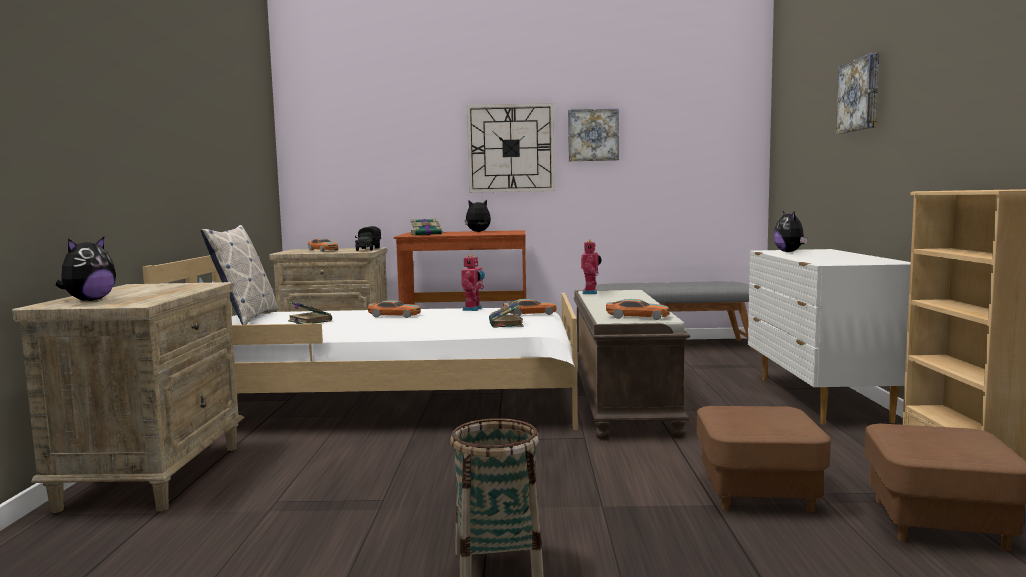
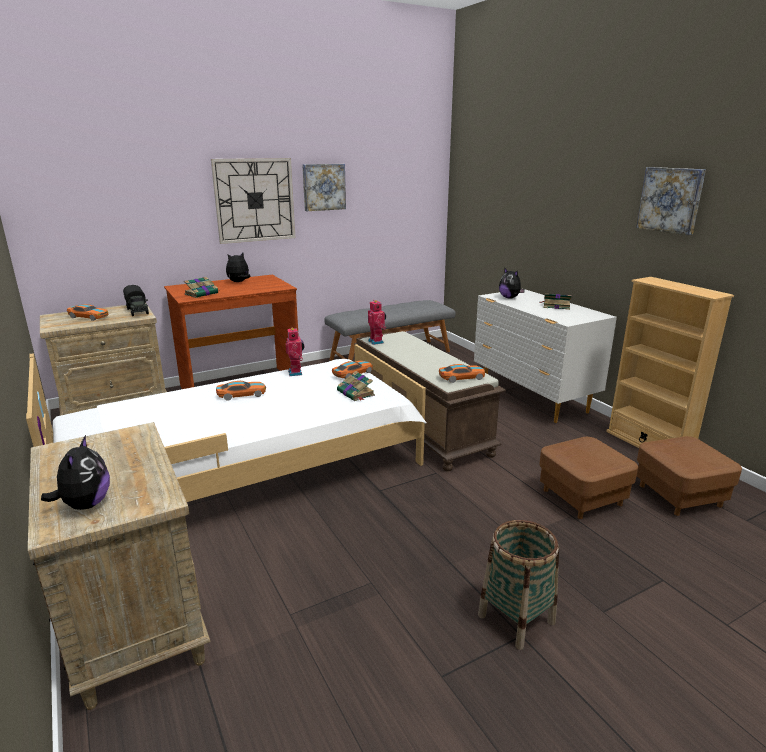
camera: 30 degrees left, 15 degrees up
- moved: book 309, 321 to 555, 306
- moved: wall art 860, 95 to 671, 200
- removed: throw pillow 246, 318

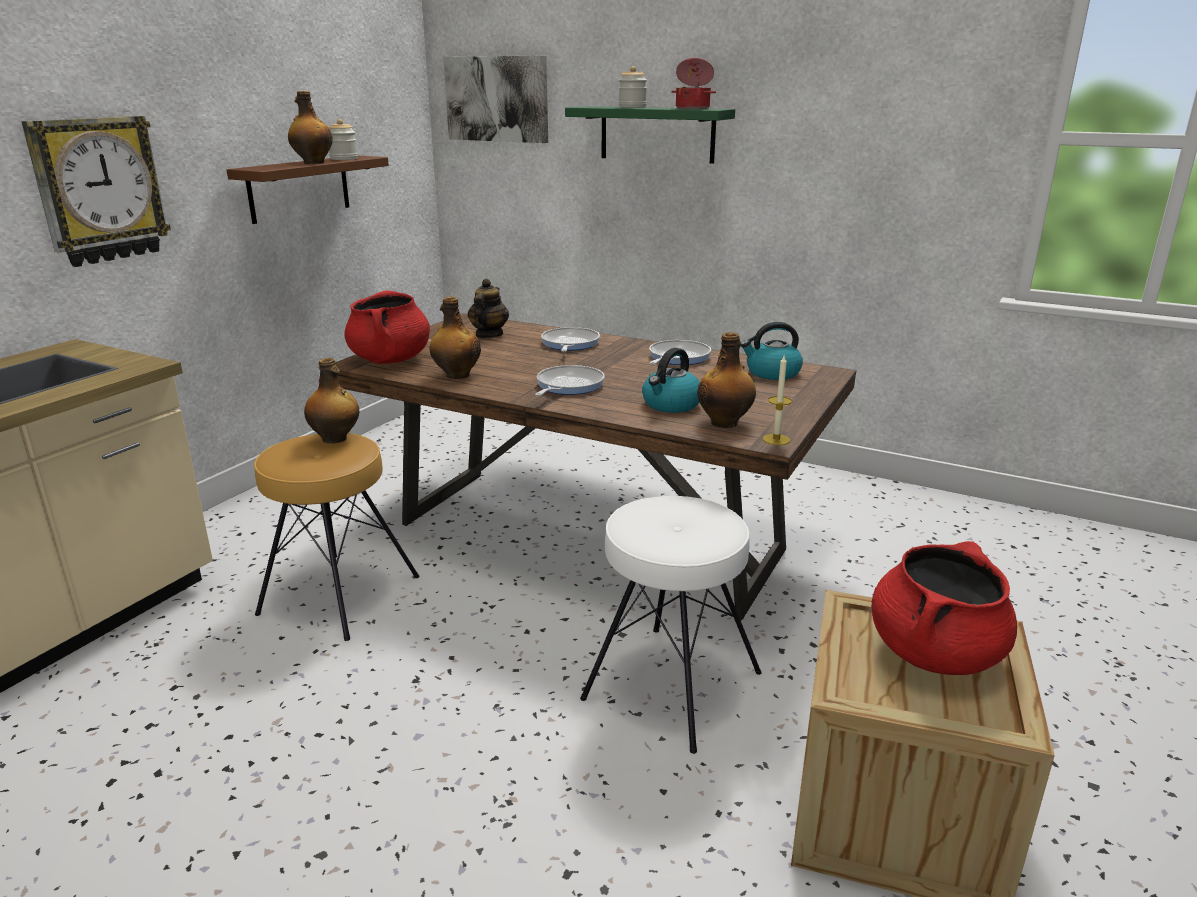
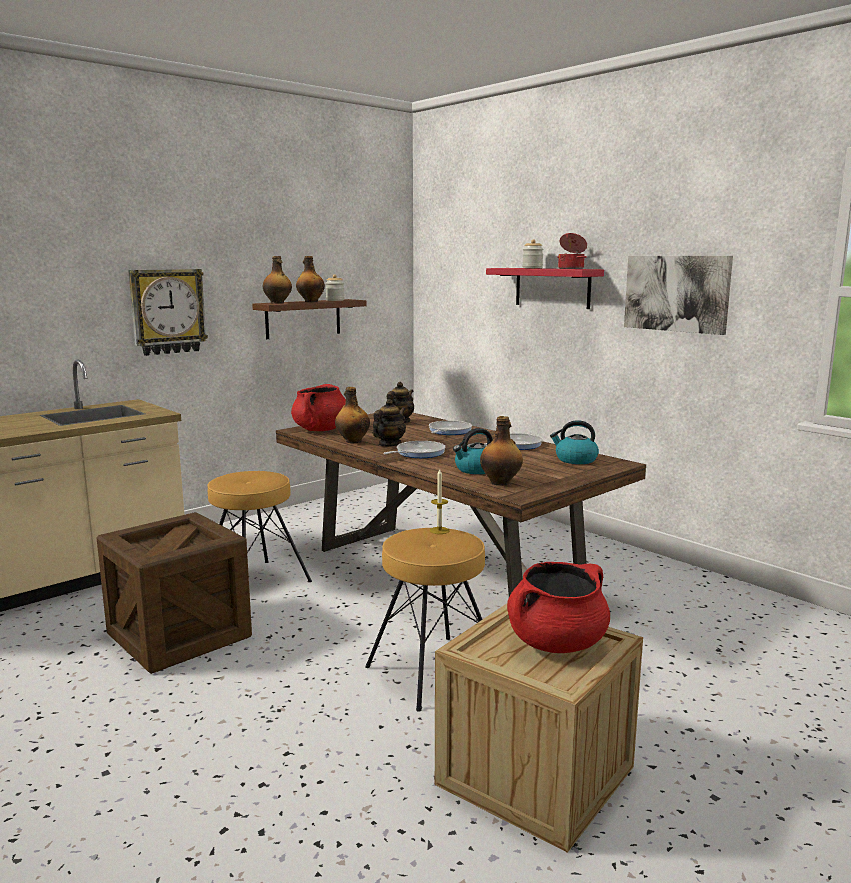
camera: 20 degrees right, 10 degrees down
- added: shipping crate 179, 635
- moved: bottle 335, 439 to 277, 303
- recoloured: stool seat/whitish 671, 685 to stool seat/brownish 433, 671
- added: pot for tea 389, 444
- moved: candle 776, 439 to 439, 530
- recoloured: bracket shelf/green-coloured 657, 134 to bracket shelf/red 552, 287
- moved: wall art 497, 99 to 676, 293

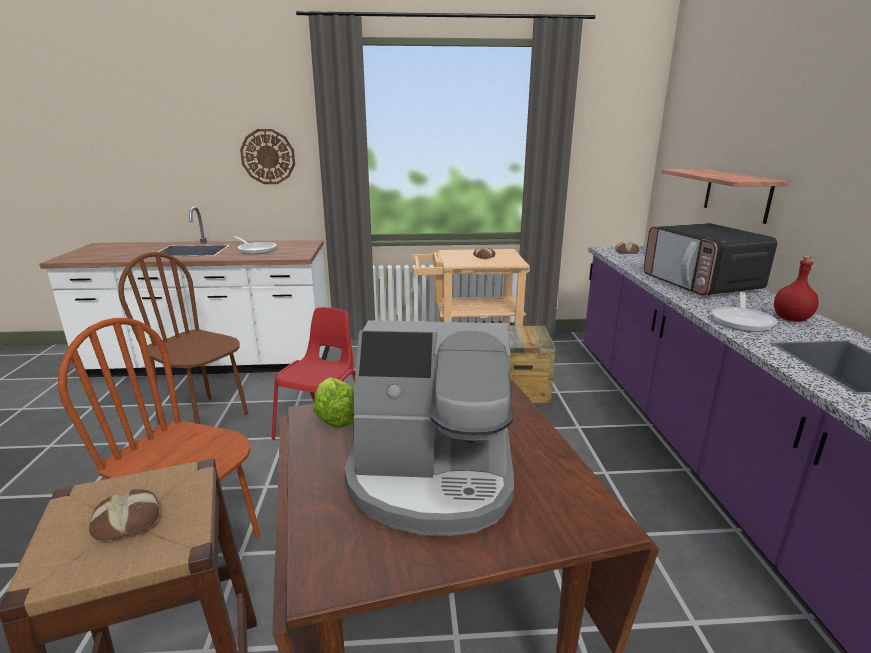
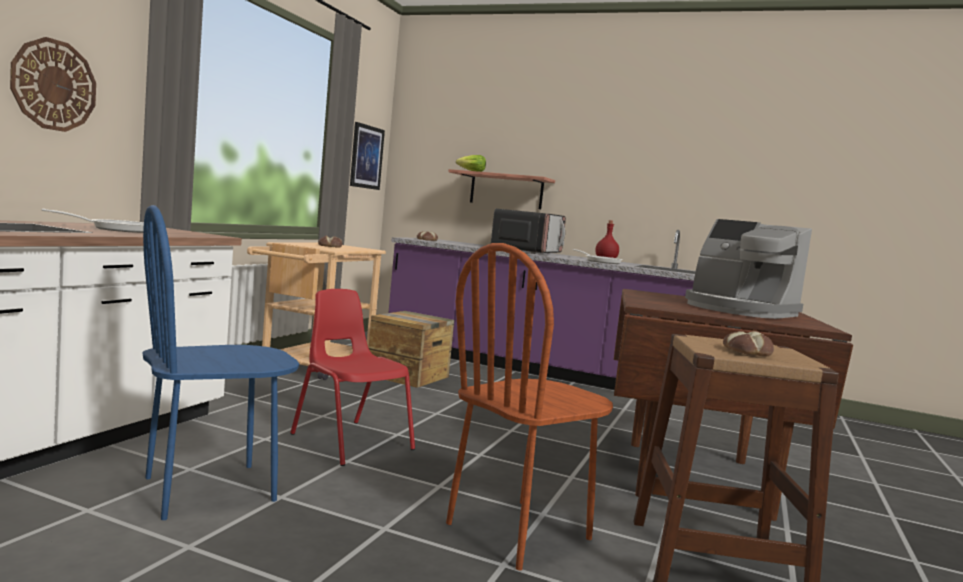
camera: 65 degrees left, 15 degrees down
- recoloured: plain chair/brownish 204, 418 to plain chair/bluish 210, 489
- added: wall art 366, 157
- moved: lettuce head 335, 417 to 471, 171
- turned: kitchen microwave 701, 284 = 527, 251 75 degrees counterclockwise
- turned: coffee maker 432, 478 = 738, 310 105 degrees clockwise

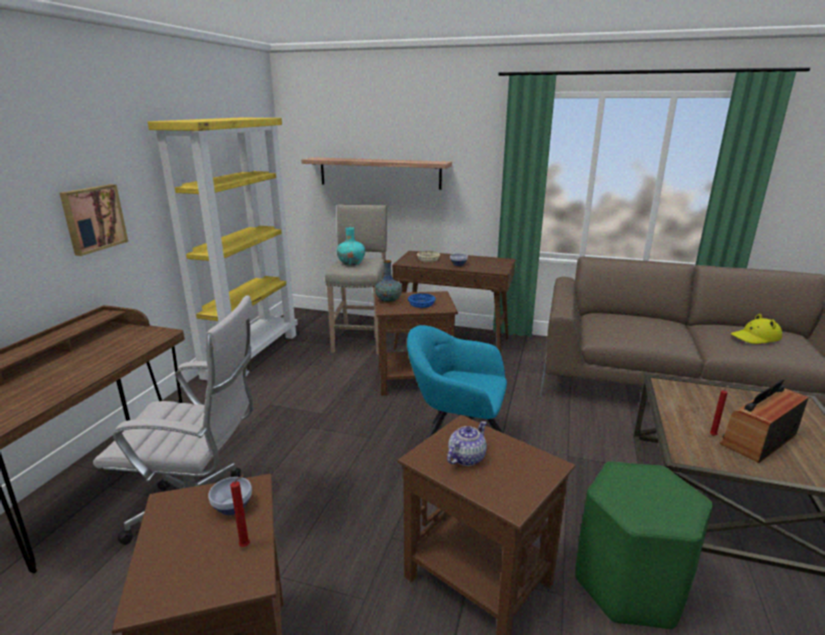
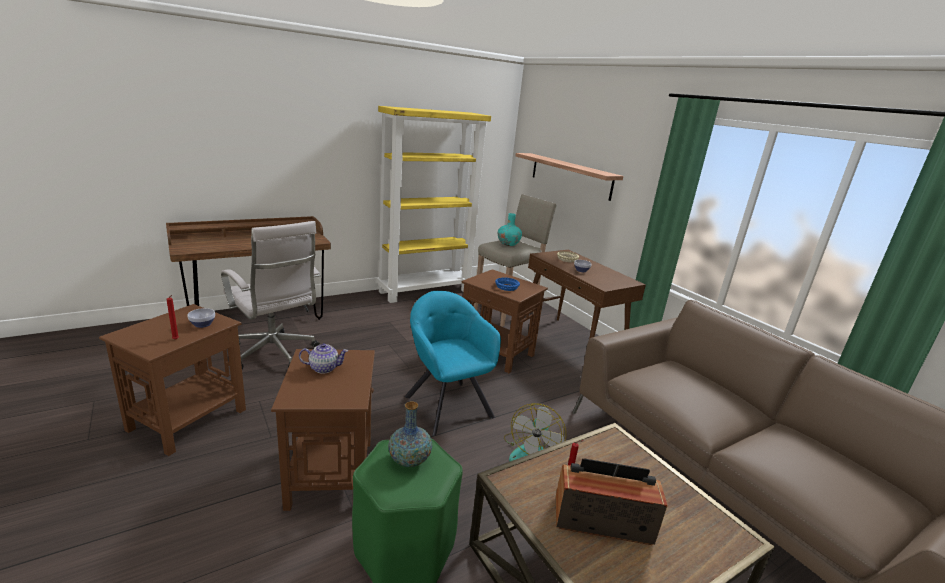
camera: 40 degrees right, 0 degrees up
- moved: vase 388, 300 to 409, 459
- added: fan 530, 451
- removed: wall art 93, 218
- removed: hat/yellowish 755, 337

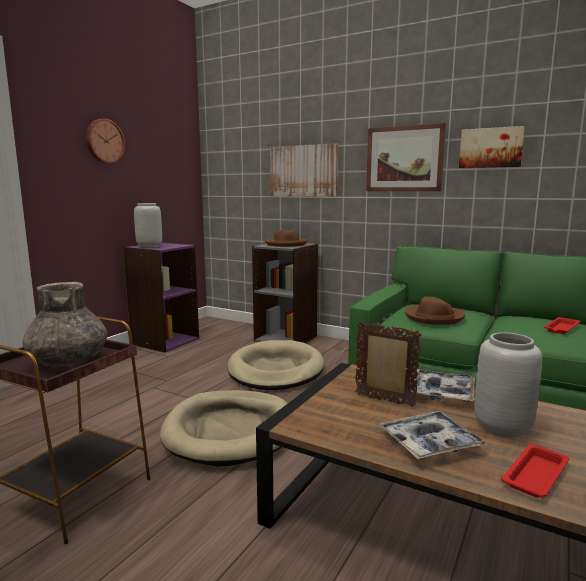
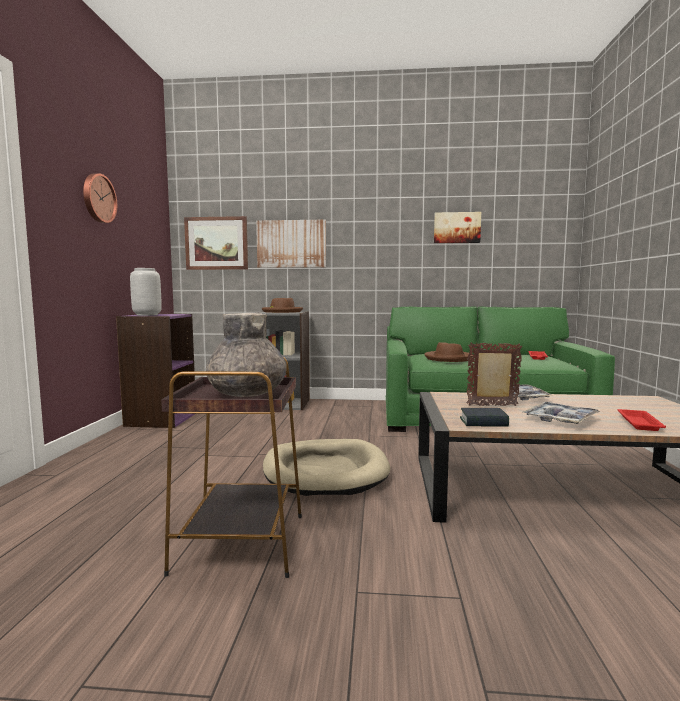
camera: 25 degrees left, 5 degrees down
- moved: wall art 404, 159 to 216, 243
- added: book 483, 422
- removed: dog bed/beige-coloured 275, 370
- removed: vase/greyish 503, 427

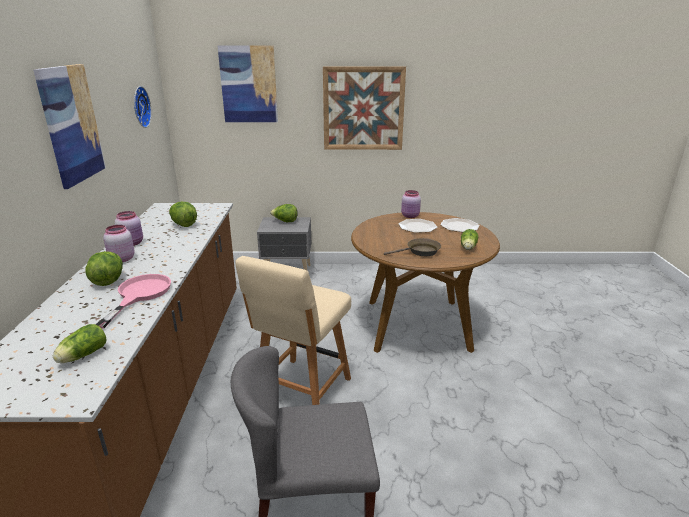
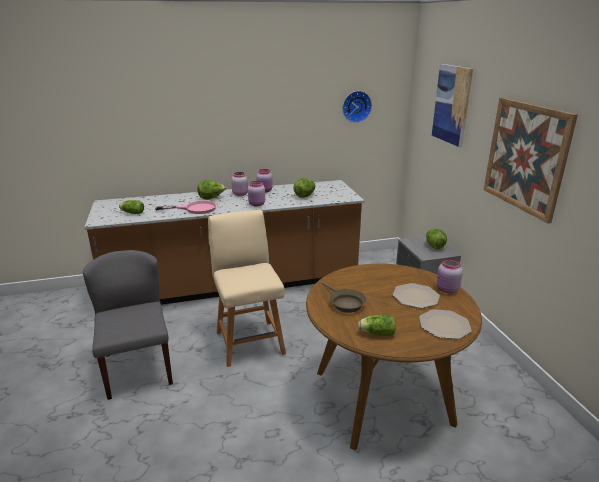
camera: 75 degrees right, 0 degrees up
- turned: plain chair/beige-coloured 302, 391 = 249, 341 60 degrees clockwise
- added: storage jar/pink 257, 204
- removed: wall art 71, 124

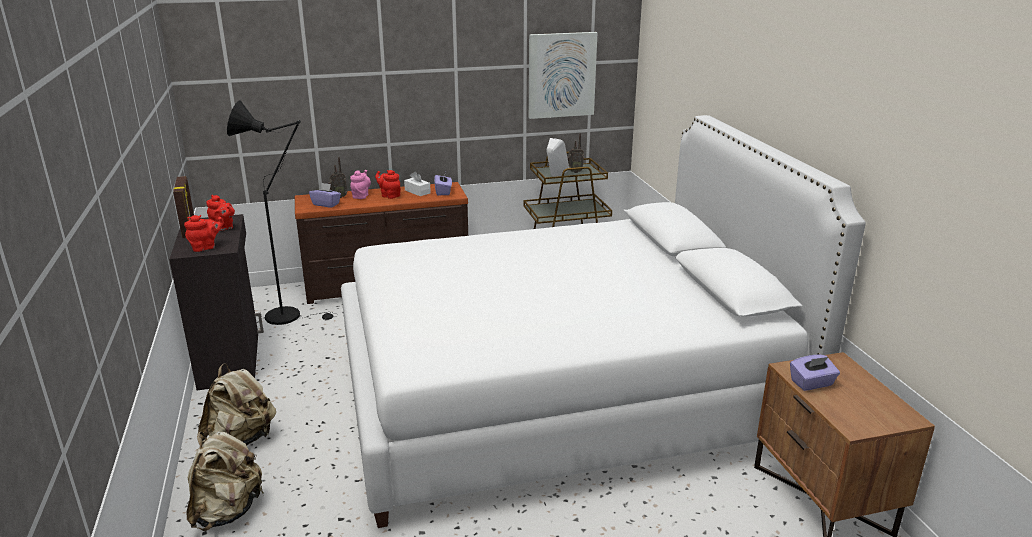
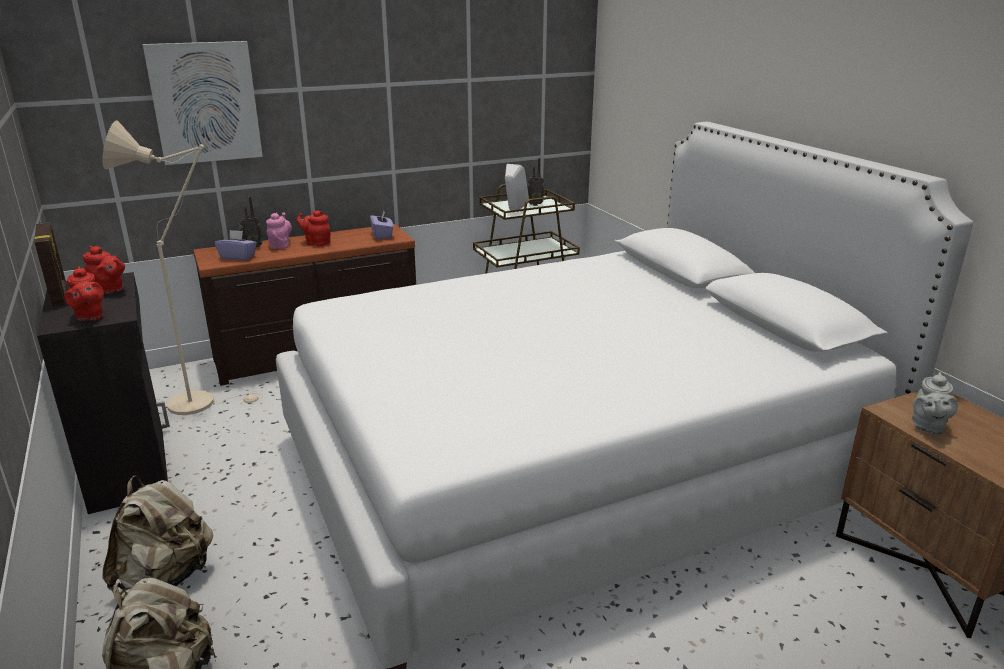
camera: 10 degrees left, 0 degrees up
- turned: pot for tea/red 206, 247 = 89, 316 105 degrees clockwise
- recoloured: standing lamp/black 290, 316 to standing lamp/beige-coloured 200, 402
- moved: wall art 561, 75 to 205, 102
- replaced: tissue box/purplish 812, 383 to pot for tea/greyish 927, 427
- removed: tissue box/whitish 417, 191

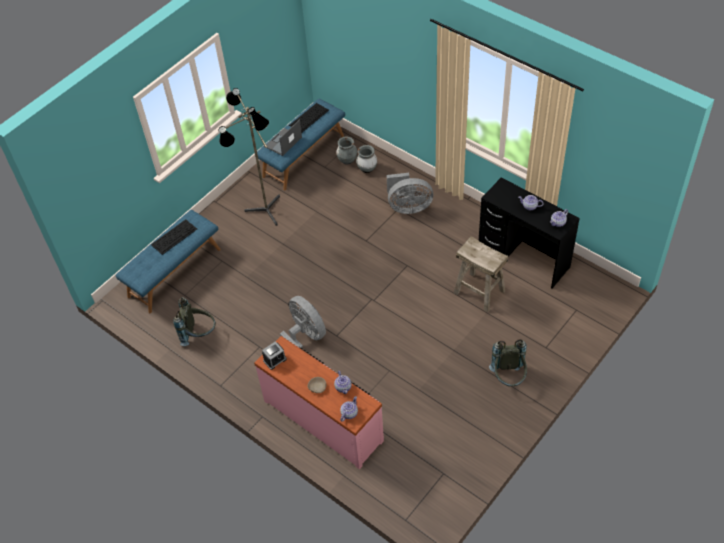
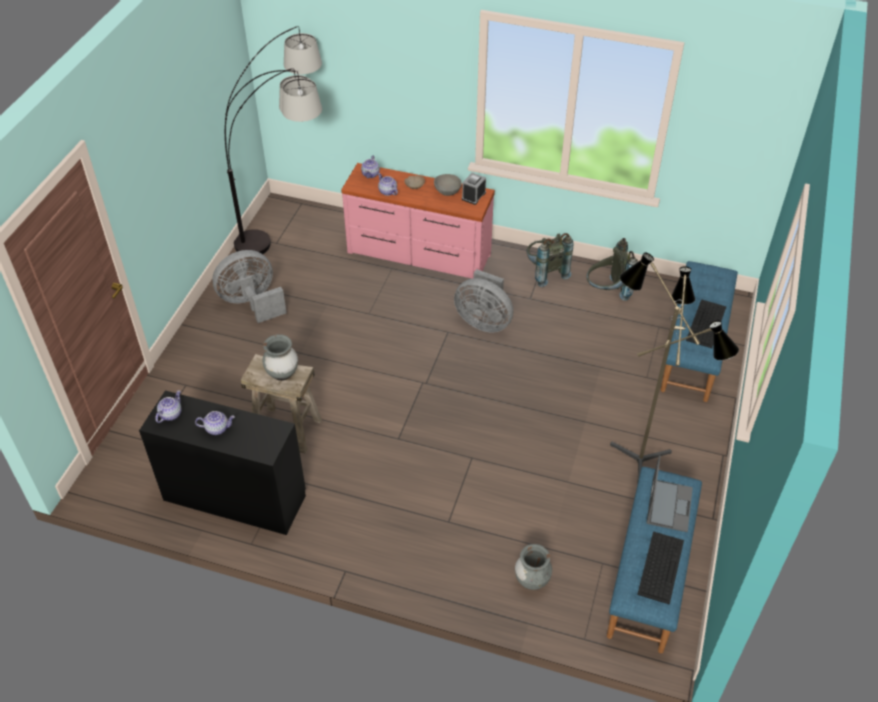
camera: 155 degrees right, 5 degrees down
- moved: fan/greyish 408, 207 to 252, 303
- added: standing lamp 297, 242
- moved: vase/greyish 347, 160 to 282, 373
- added: deep dish/greyish 447, 192
- moved: backpack/greyish 508, 378 to 545, 272

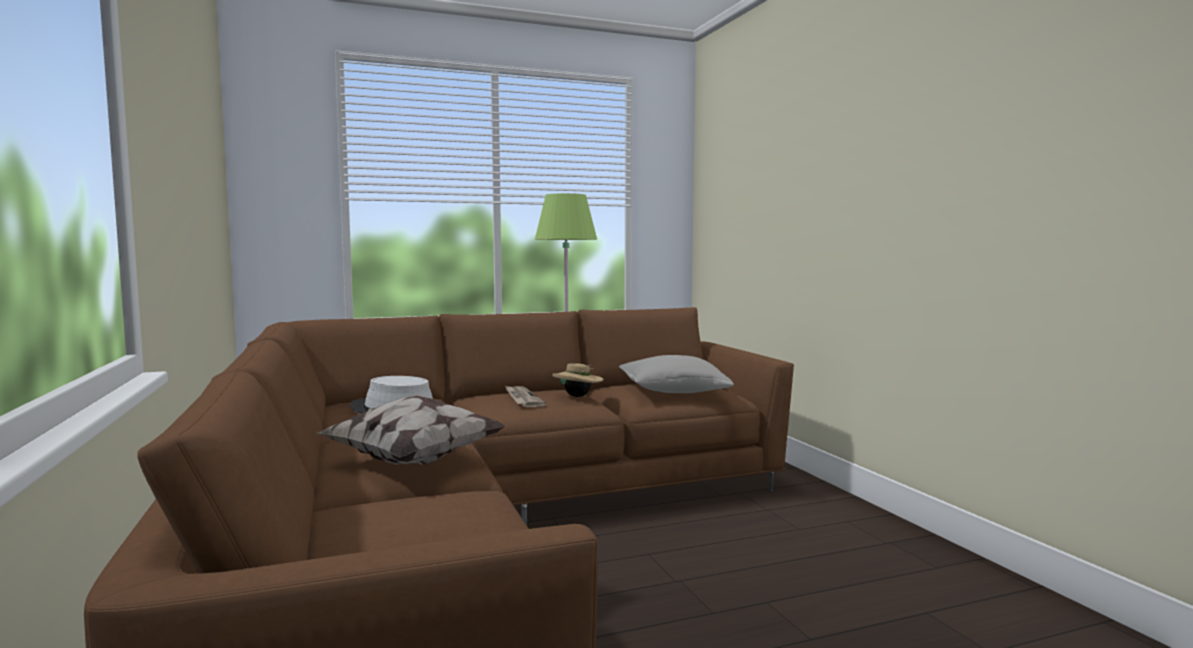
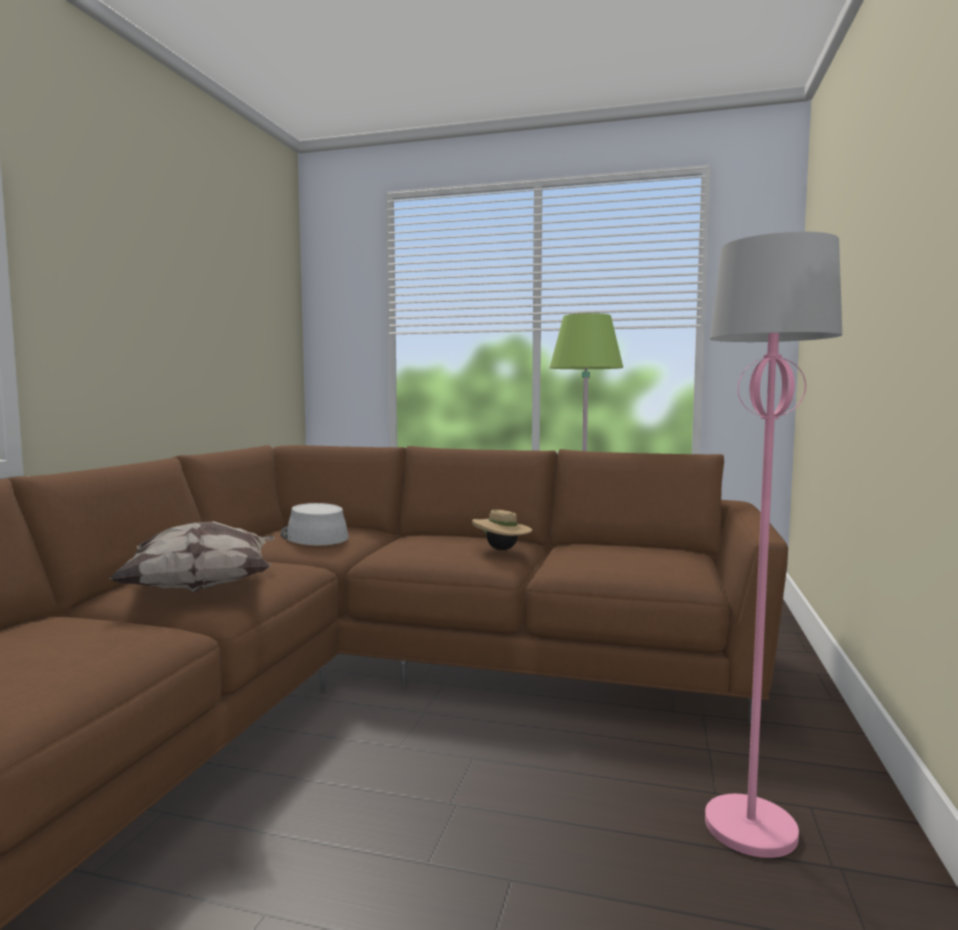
camera: 35 degrees right, 0 degrees up
- added: standing lamp/pink 751, 828
- removed: printed paper 522, 399
- removed: throw pillow/greyish 672, 391

